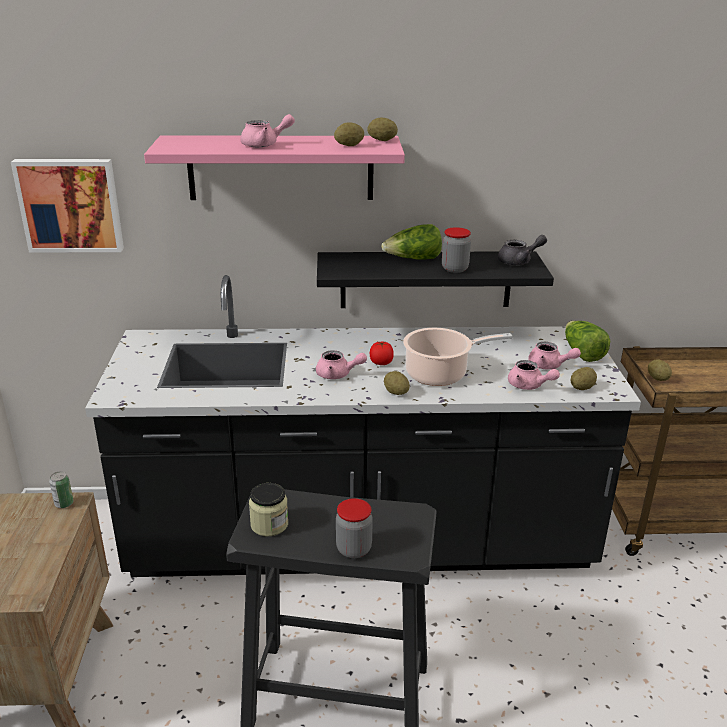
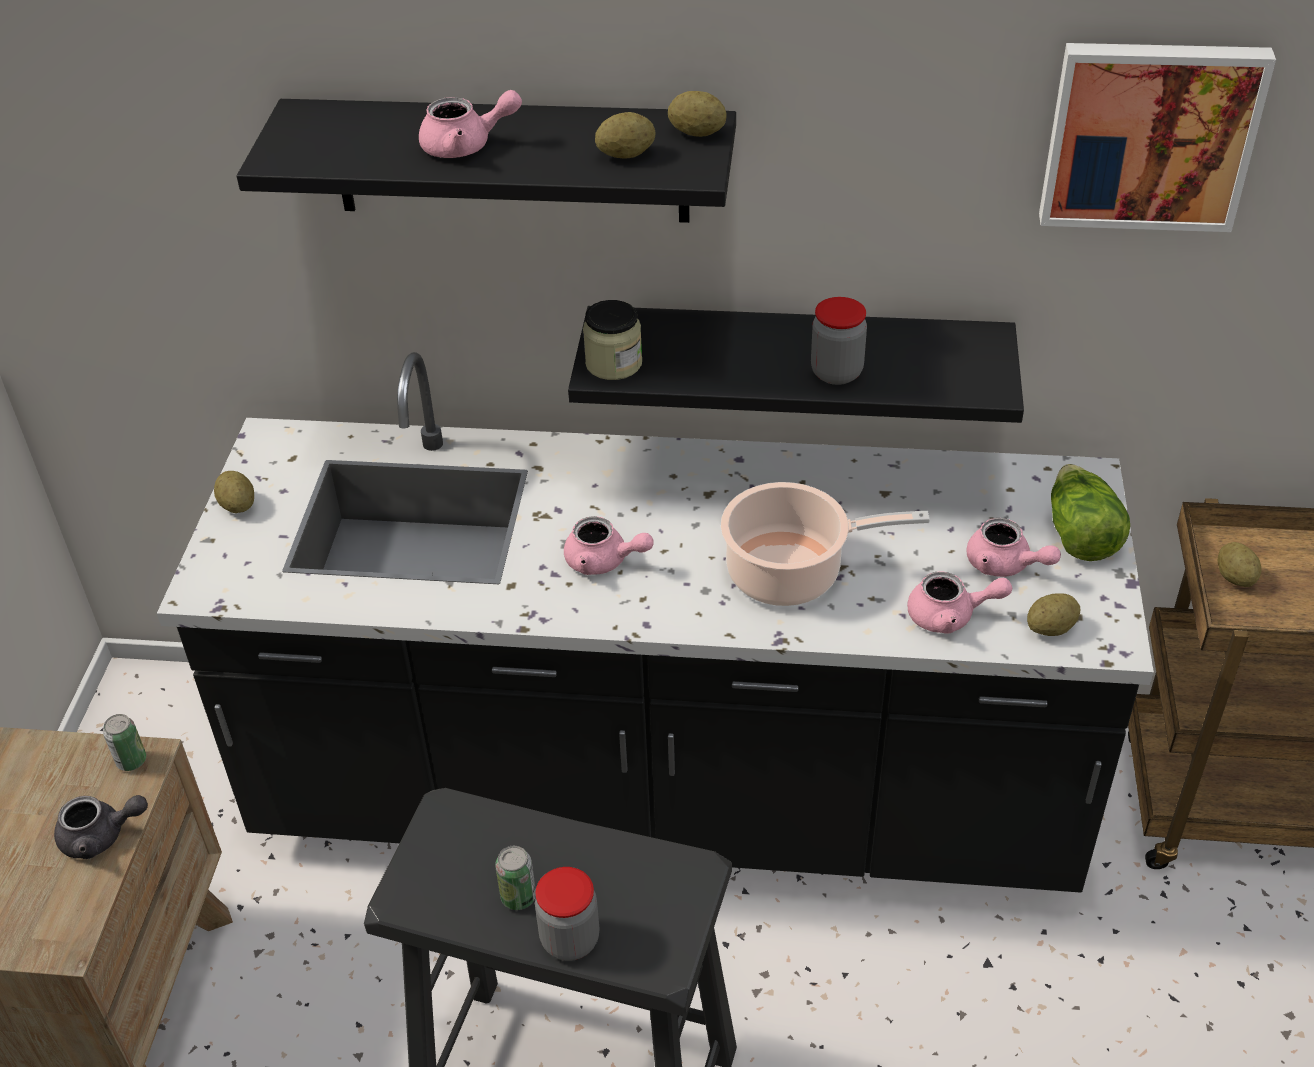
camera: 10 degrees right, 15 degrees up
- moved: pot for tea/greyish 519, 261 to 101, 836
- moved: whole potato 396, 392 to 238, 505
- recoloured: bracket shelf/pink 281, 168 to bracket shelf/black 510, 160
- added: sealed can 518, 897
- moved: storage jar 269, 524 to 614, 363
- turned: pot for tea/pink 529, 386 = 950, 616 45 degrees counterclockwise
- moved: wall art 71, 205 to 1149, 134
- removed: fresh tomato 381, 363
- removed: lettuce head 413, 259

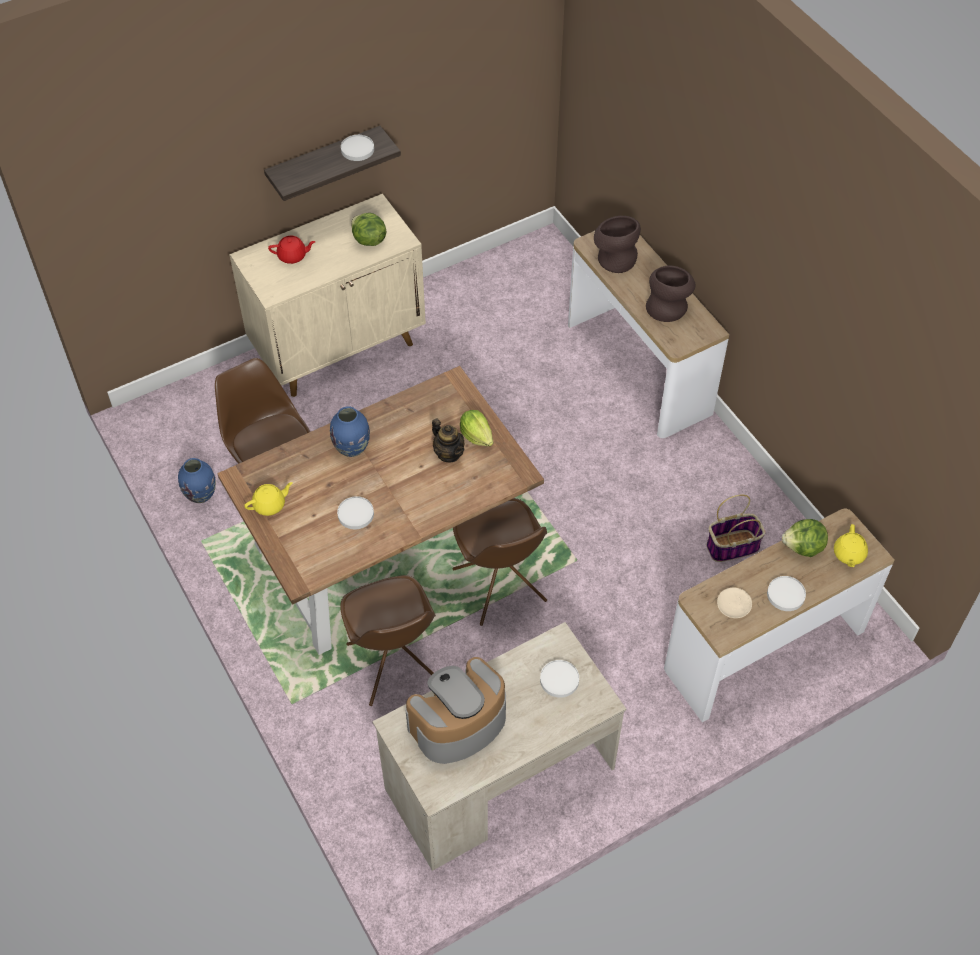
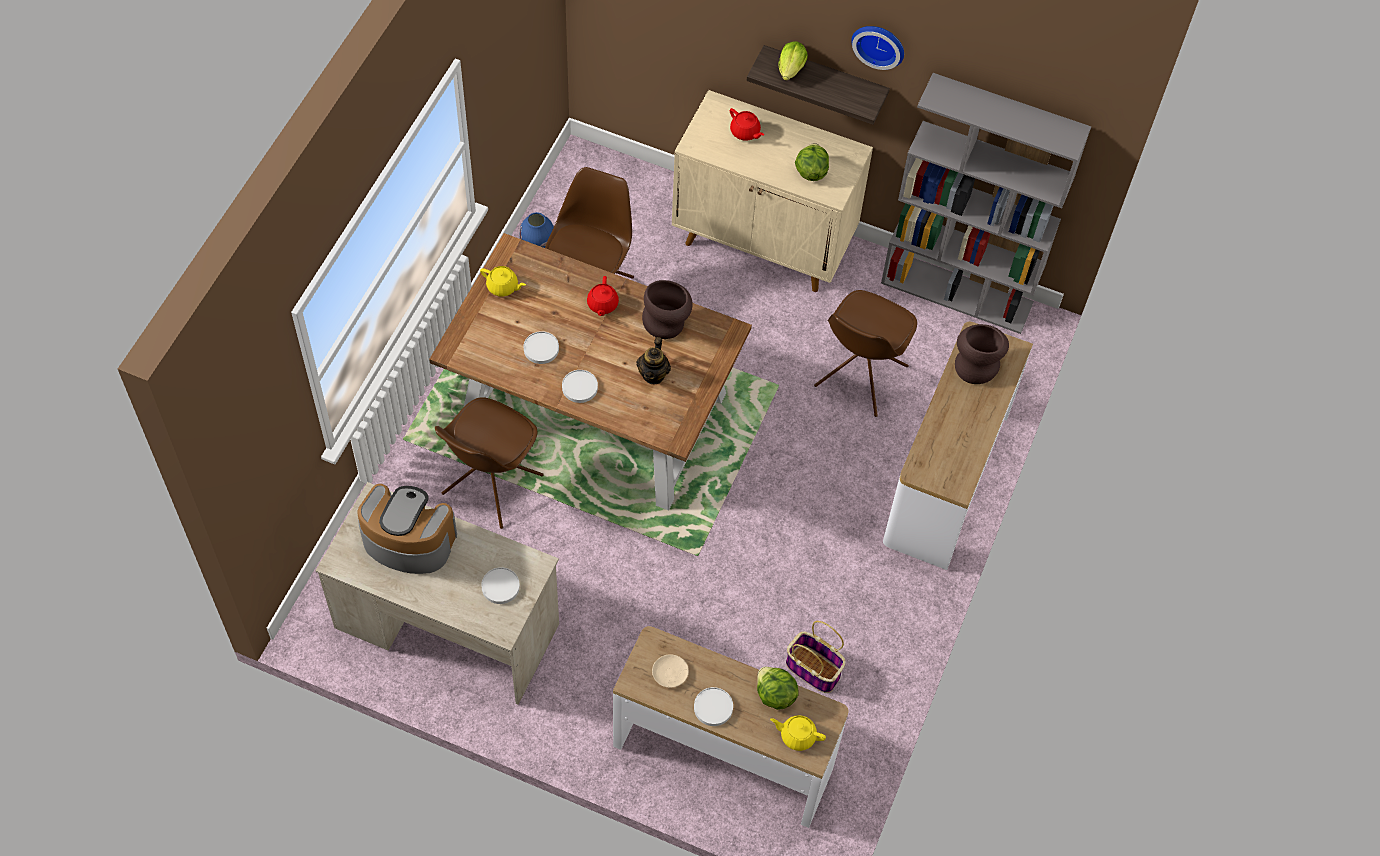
camera: 50 degrees right, 5 degrees up
- moved: plate/whitish 357, 149 to 580, 387
- replaced: vase/bluish 352, 448 to pot for tea/red 602, 305
- moved: vase/brownish 667, 306 to 667, 322
- turned: pot for tea/yellowish 848, 554 = 797, 735 45 degrees clockwise
- moved: lettuce head 476, 436 to 791, 69
- moved: plain chair/brownish 500, 587 to 860, 377
- added: wall clock 879, 43
- added: bookcase/greyish 958, 292

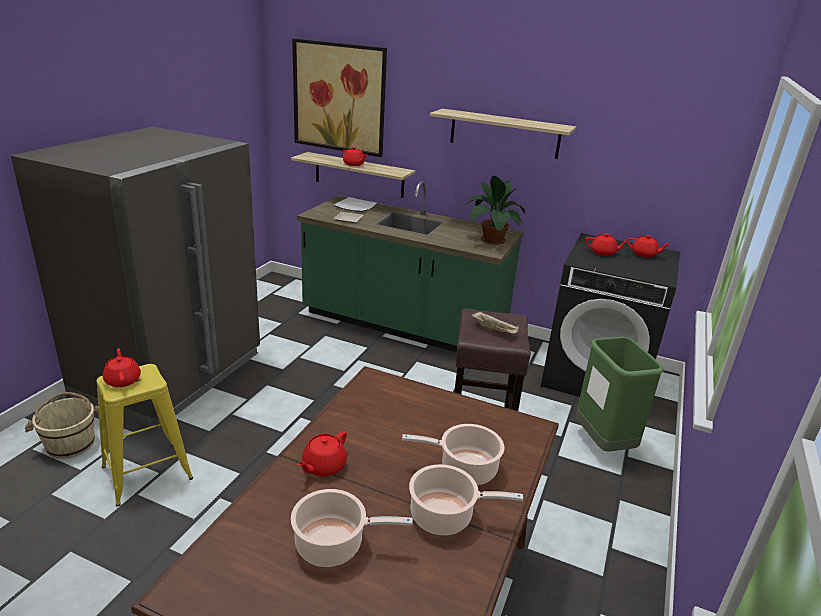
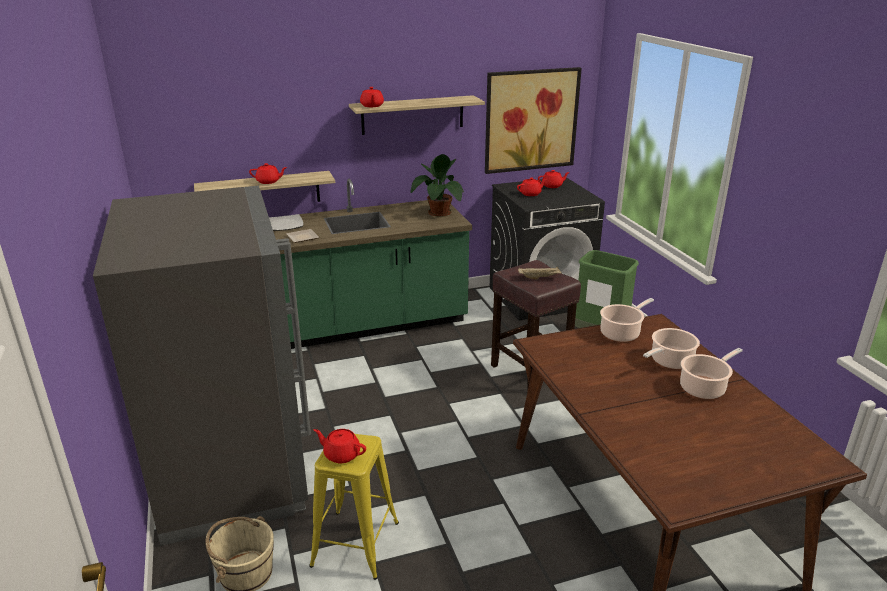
camera: 40 degrees left, 0 degrees up
- moved: pot for tea/red 323, 466 to 372, 106
- moved: wall art 339, 97 to 531, 120
- moved: stockpot 334, 544 to 621, 333

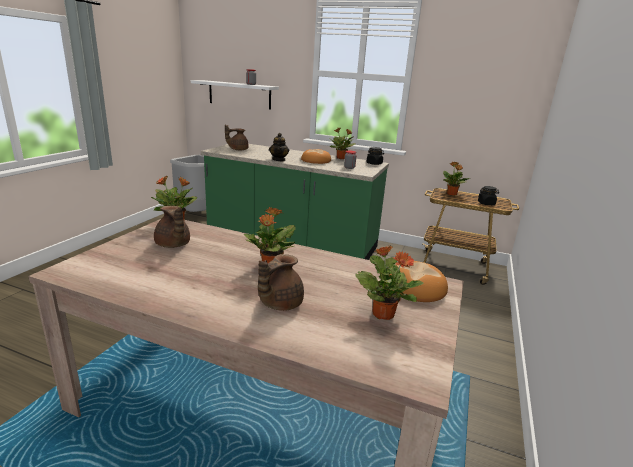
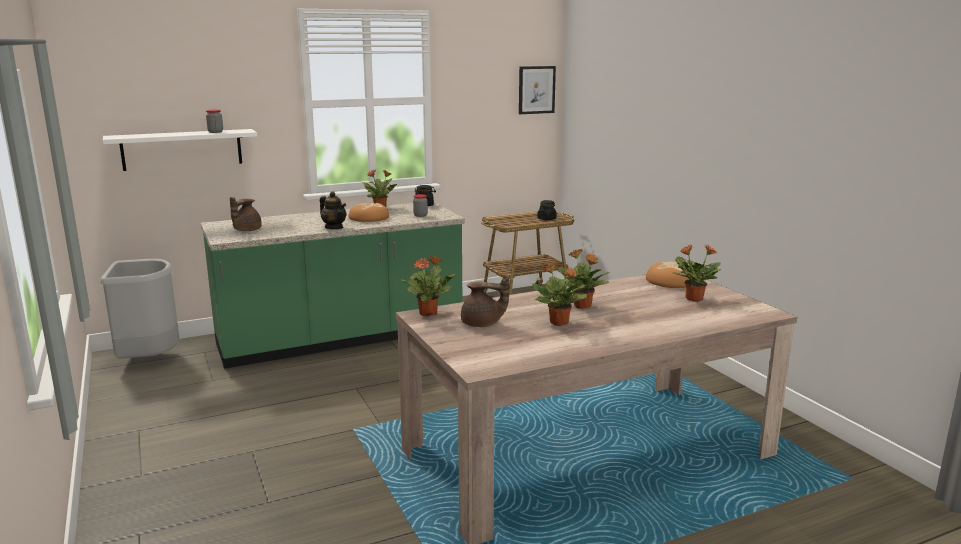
camera: 45 degrees left, 5 degrees down
- added: wall art 536, 90
- moved: houseplant 451, 194 to 559, 323
- removed: pot for tea/brownish 279, 303

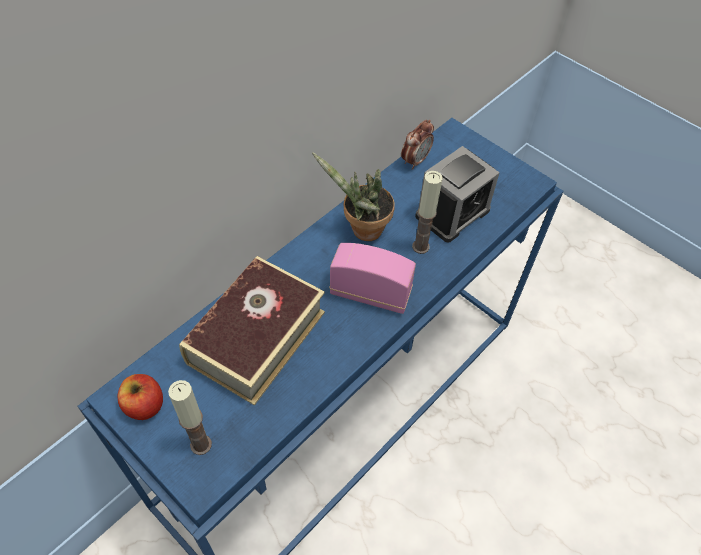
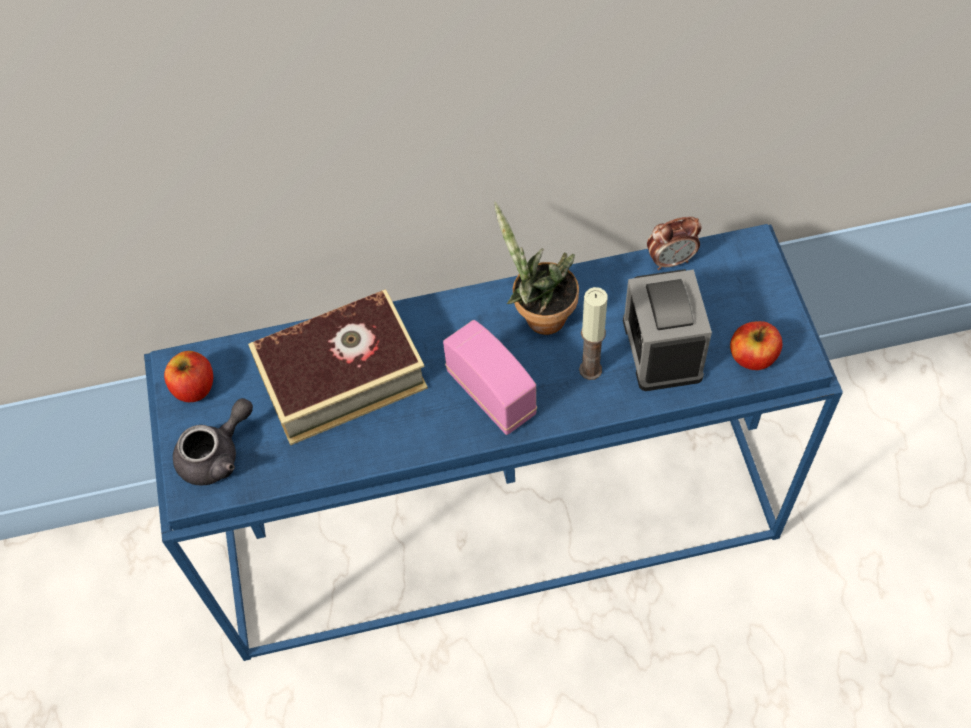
camera: 40 degrees right, 5 degrees up
- replaced: candle 201, 445 to pot for tea/greyish 217, 454
- turned: table clock 452, 213 = 662, 349 90 degrees clockwise
- added: apple 753, 357

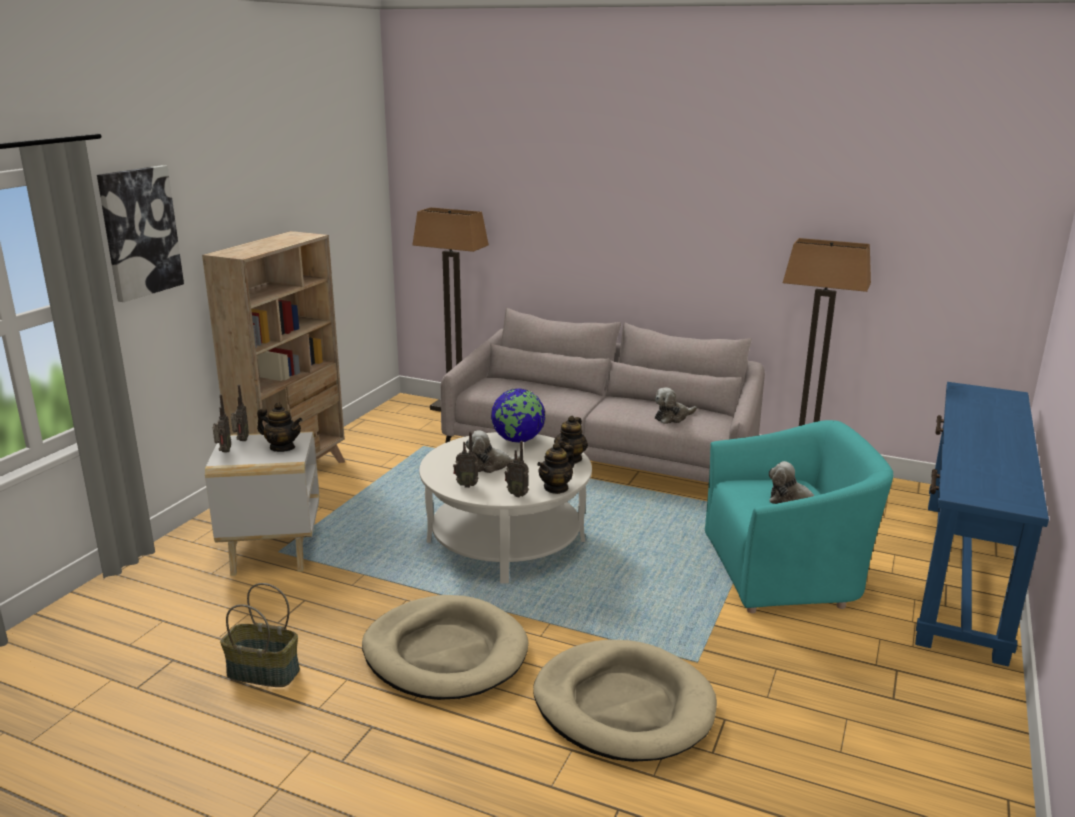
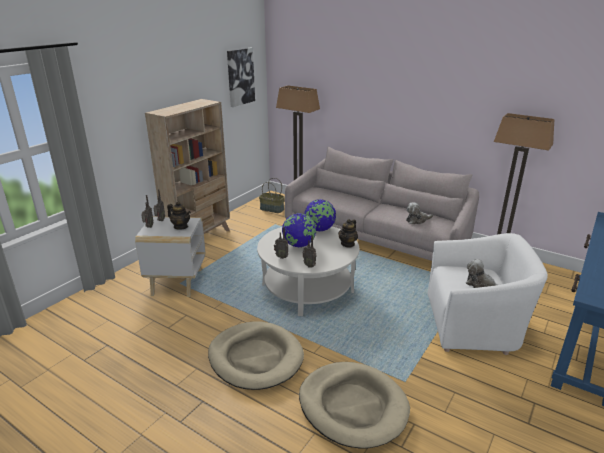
camera: 10 degrees right, 5 degrees up
- moved: wall art 139, 232 to 240, 77
- moved: storage basket 262, 673 to 271, 209
- replaced: soft toy 490, 465 to desk globe 299, 245
- recoloured: armchair/turquoise 785, 571 to armchair/whitish 473, 324
- removed: pot for tea 556, 488

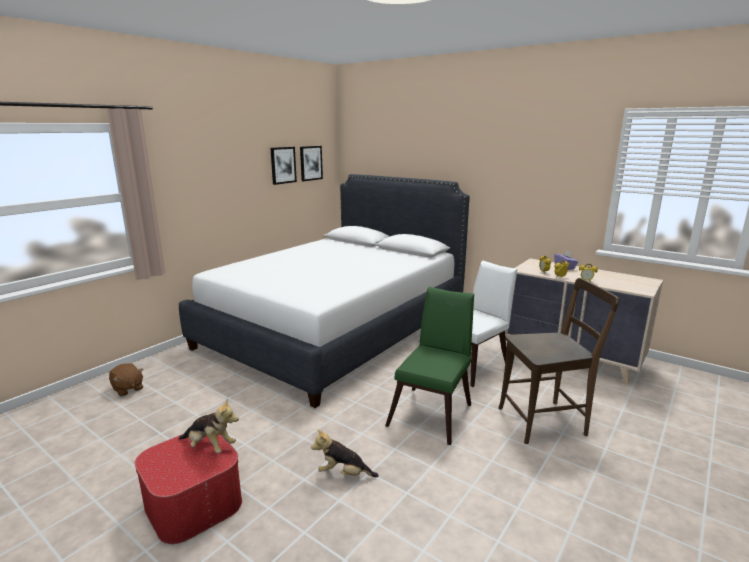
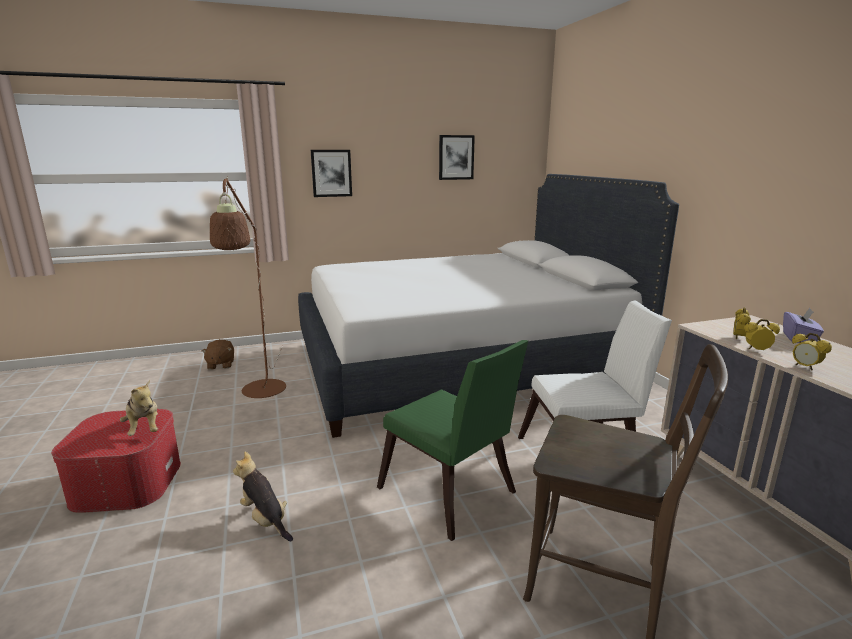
camera: 35 degrees right, 0 degrees up
- added: standing lamp/brownish 262, 393
- moved: wall art 310, 163 to 331, 173
- turned: plain chair/green-coloured 433, 412 = 451, 496 75 degrees clockwise

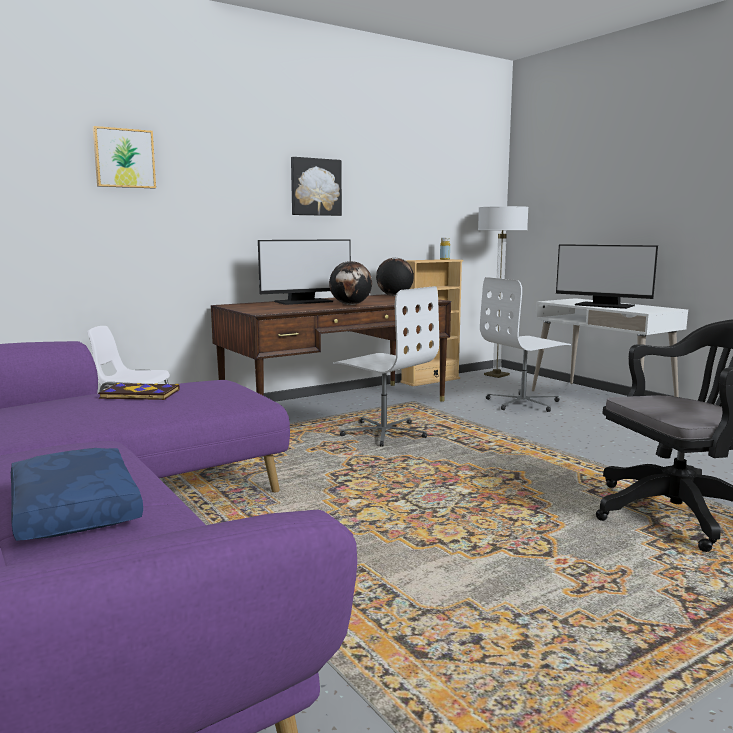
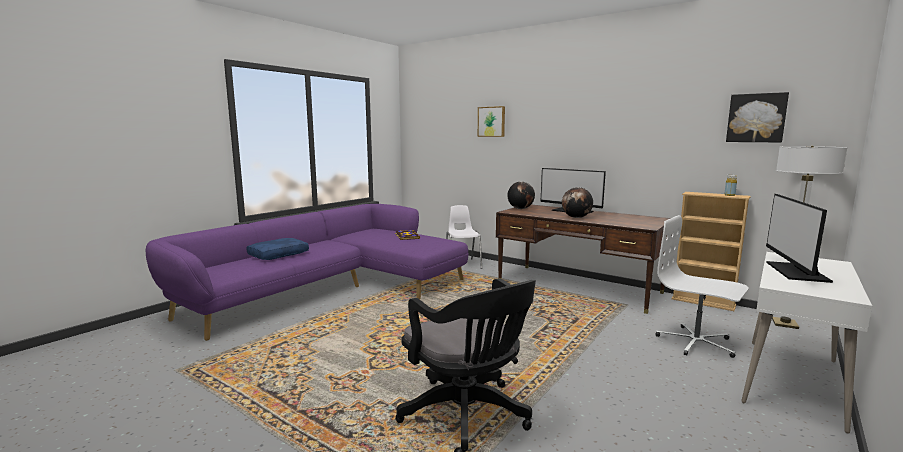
camera: 70 degrees right, 0 degrees up
- moved: desk globe 394, 296 to 520, 209
- moved: wall art 315, 187 to 756, 118
- removed: office chair/whitish 384, 433

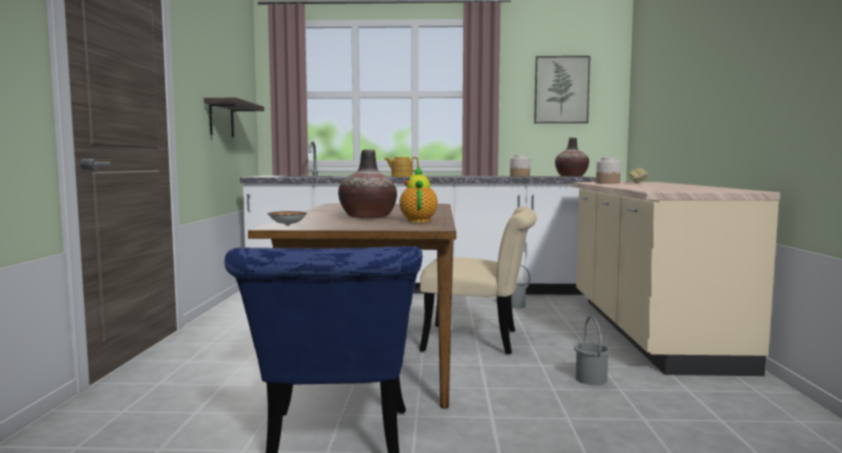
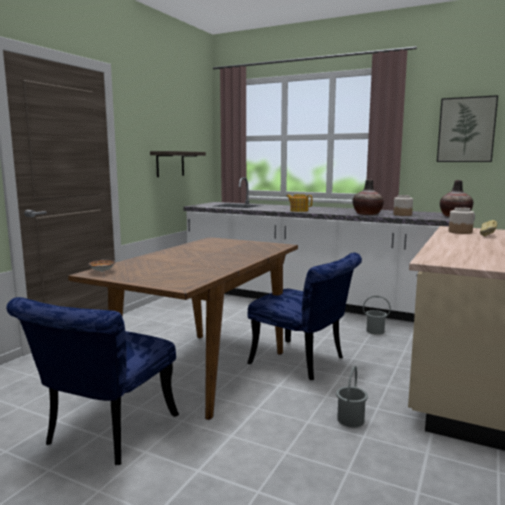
camera: 25 degrees right, 5 degrees up
- recoloured: plain chair/beige-coloured 480, 341 to plain chair/bluish 304, 362
- moved: vase 368, 217 to 367, 214
- removed: pot for tea 418, 220

